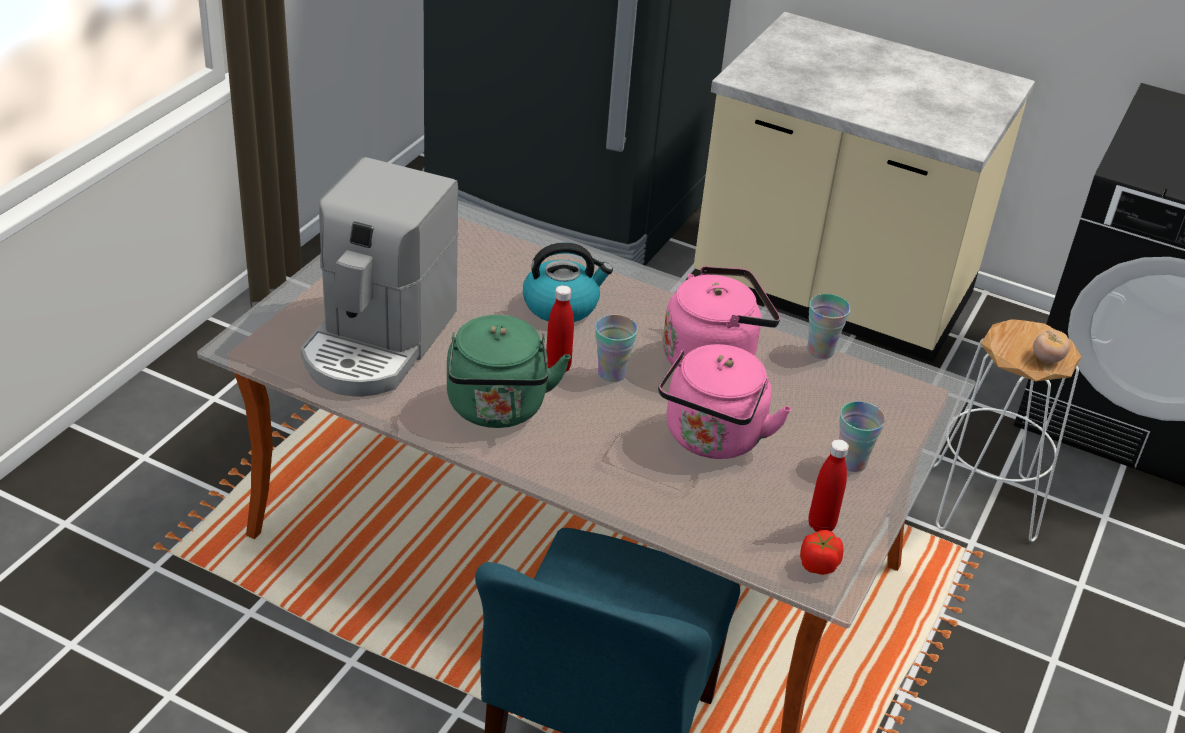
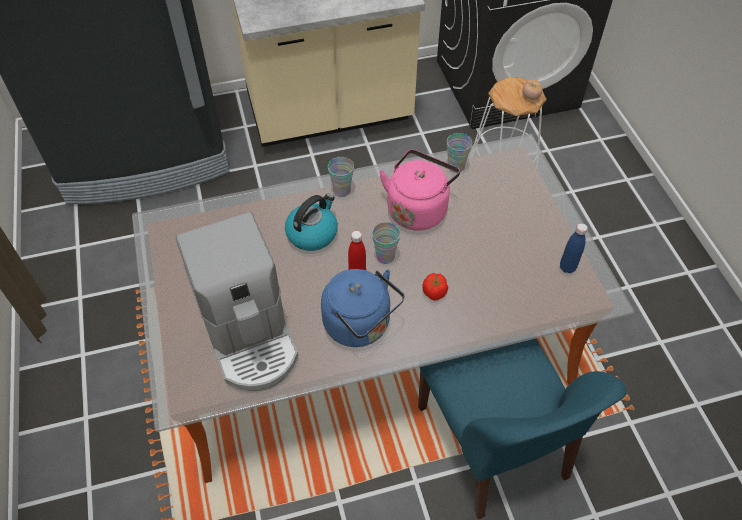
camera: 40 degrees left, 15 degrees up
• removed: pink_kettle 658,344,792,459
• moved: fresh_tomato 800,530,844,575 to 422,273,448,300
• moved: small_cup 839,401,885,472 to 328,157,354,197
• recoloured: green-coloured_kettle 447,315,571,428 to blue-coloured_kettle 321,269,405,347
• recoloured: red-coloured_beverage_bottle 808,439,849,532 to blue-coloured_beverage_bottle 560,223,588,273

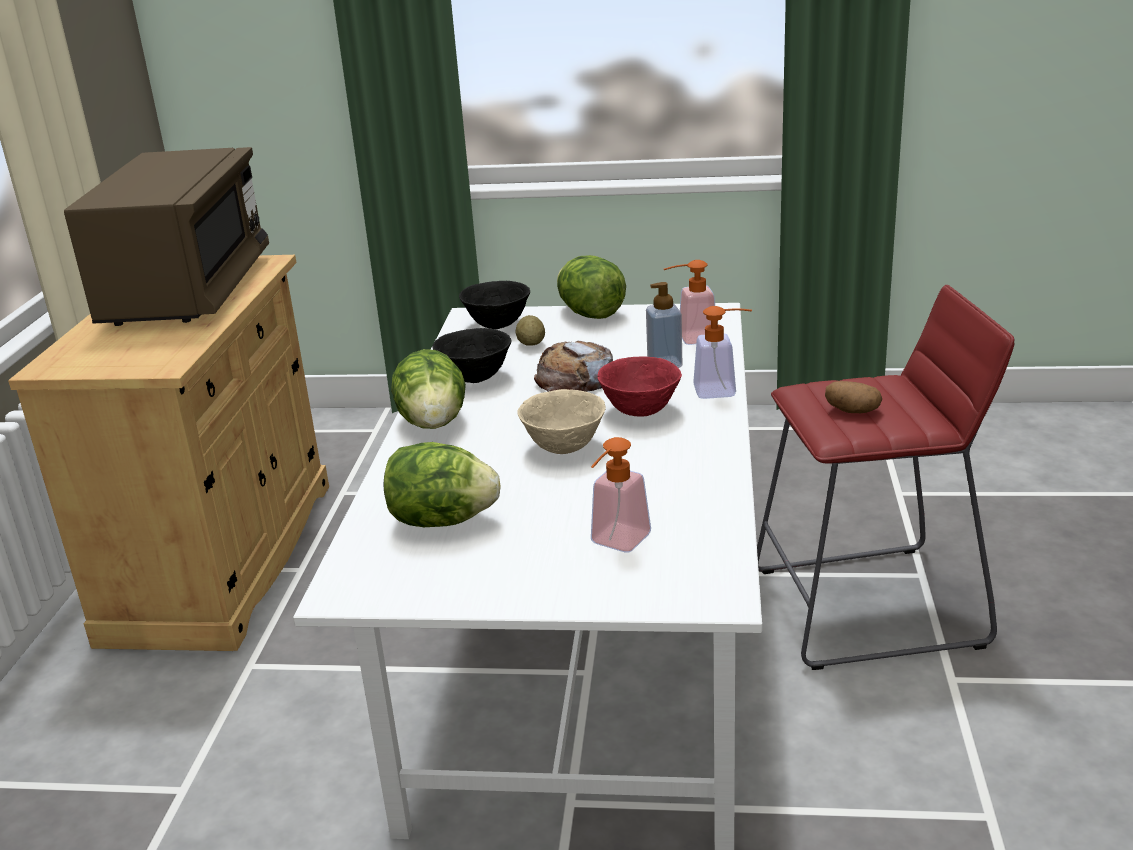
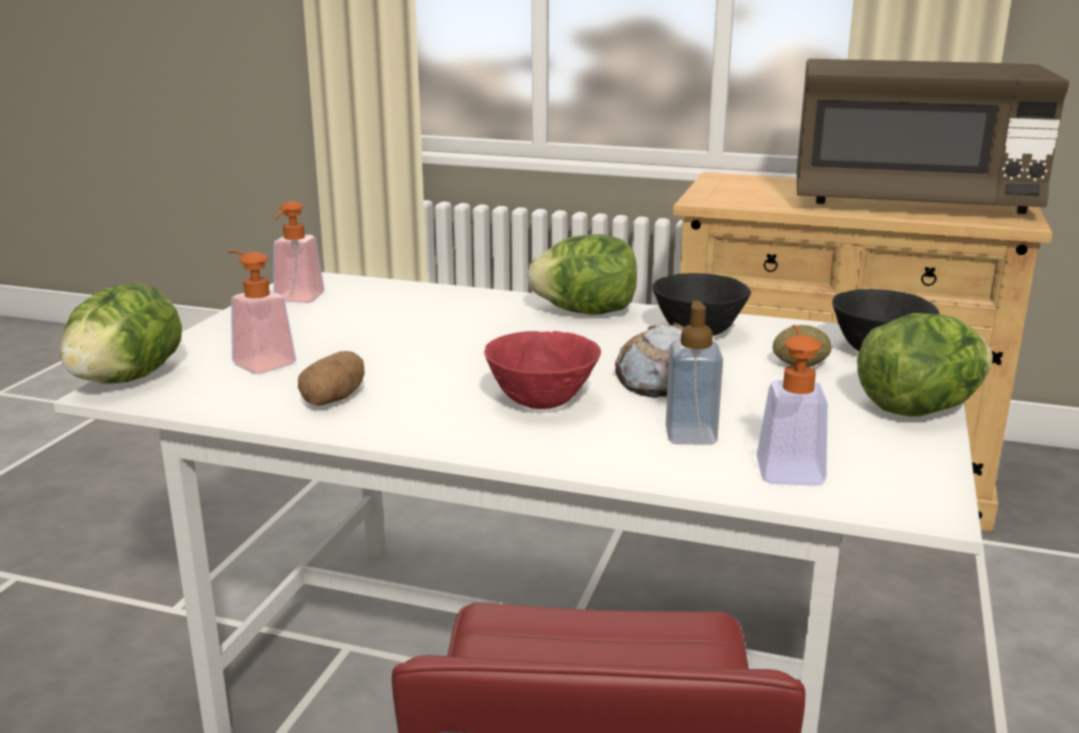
camera: 100 degrees right, 5 degrees down
• removed: sand-coloured_deep_dish 517,389,606,454
• moved: head_of_lettuce 384,442,501,527 to 60,284,182,384
• moved: liquid_soap_bottle 693,306,752,399 to 273,201,325,303
• moved: spud 825,381,882,413 to 298,351,365,406

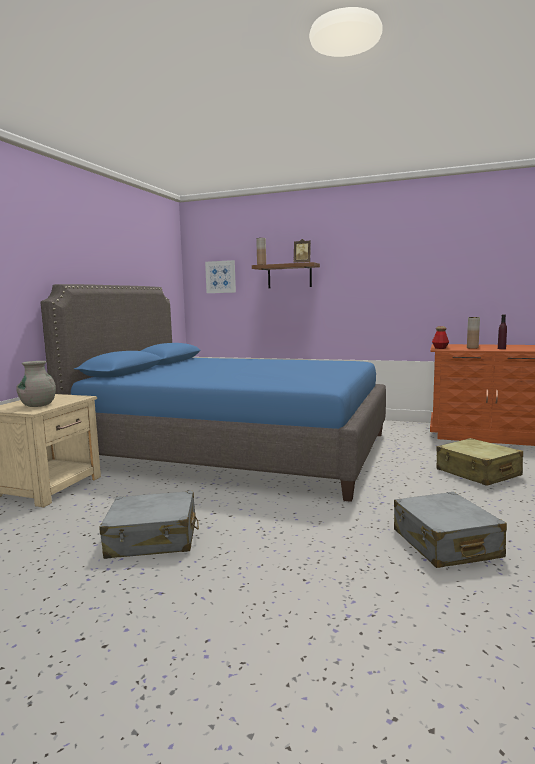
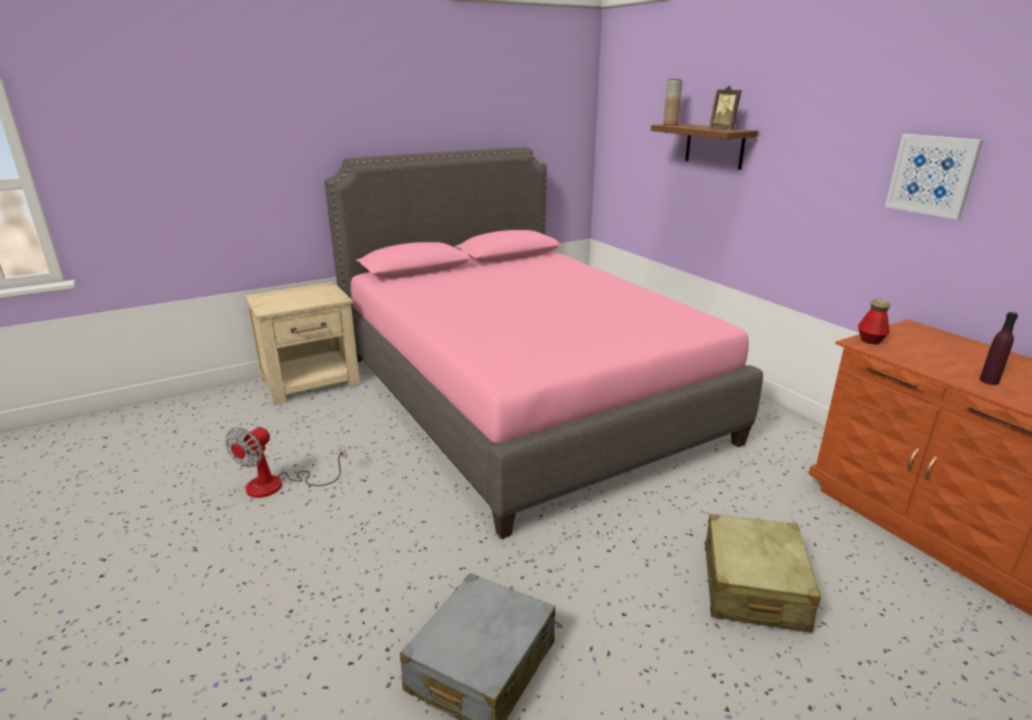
camera: 40 degrees right, 15 degrees up
• removed: grey_decorative_vase 16,361,56,407
• removed: brown-coloured_decorative_vase 467,317,480,349
• moved: wall_picture 205,260,236,293 to 885,134,983,220
• replaced: grey_suitcase 100,491,199,559 to cooling_fan 225,426,347,498
• recoloured: blue-coloured_bed 40,284,386,502 to pink_bed 324,147,763,539

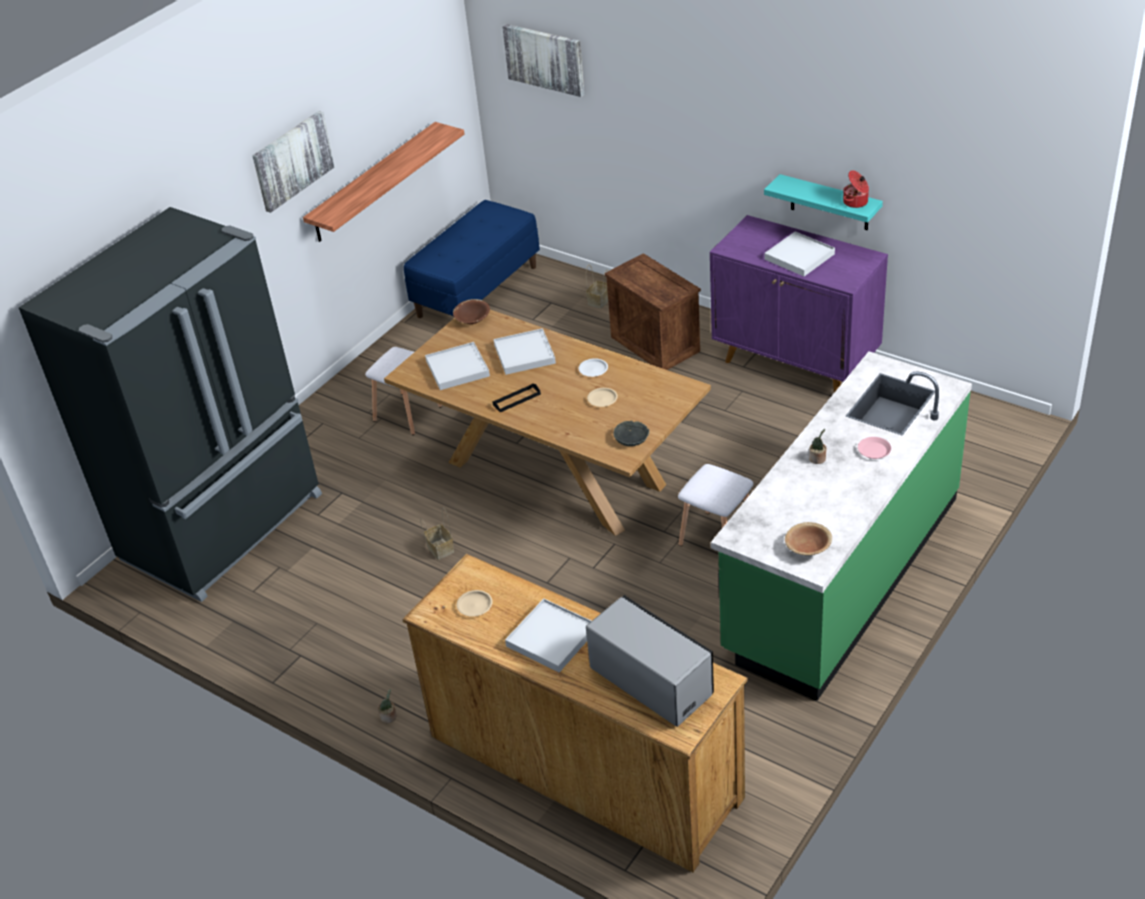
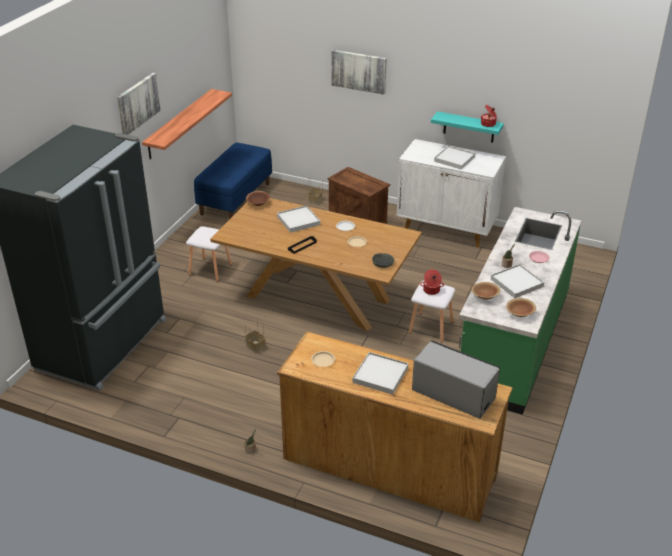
camera: 15 degrees left, 5 degrees down
• added: stockpot 420,269,444,295
• added: brown-coloured_deep_dish 472,282,500,300
• moved: white-coloured_tray 425,342,490,390 to 491,264,544,298
• moved: wall_picture 502,24,584,97 to 331,50,387,95
• recoloured: purple_cabinet 710,215,888,393 to white-coloured_cabinet 397,139,506,247

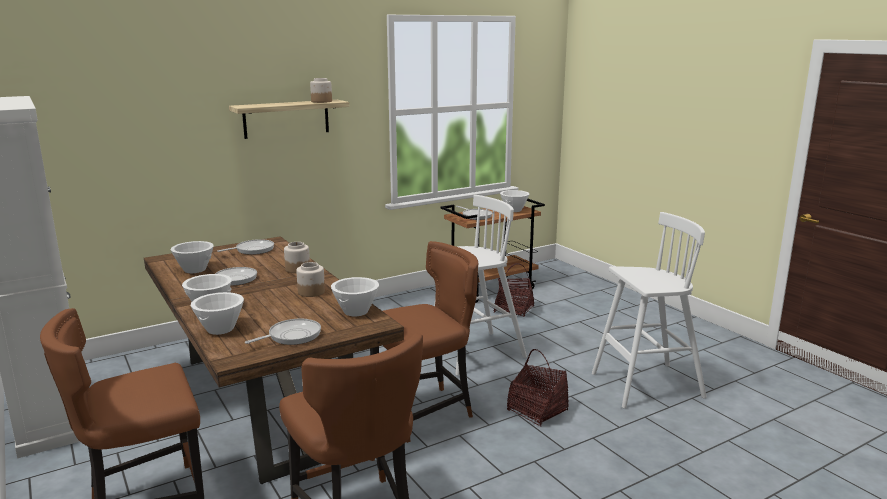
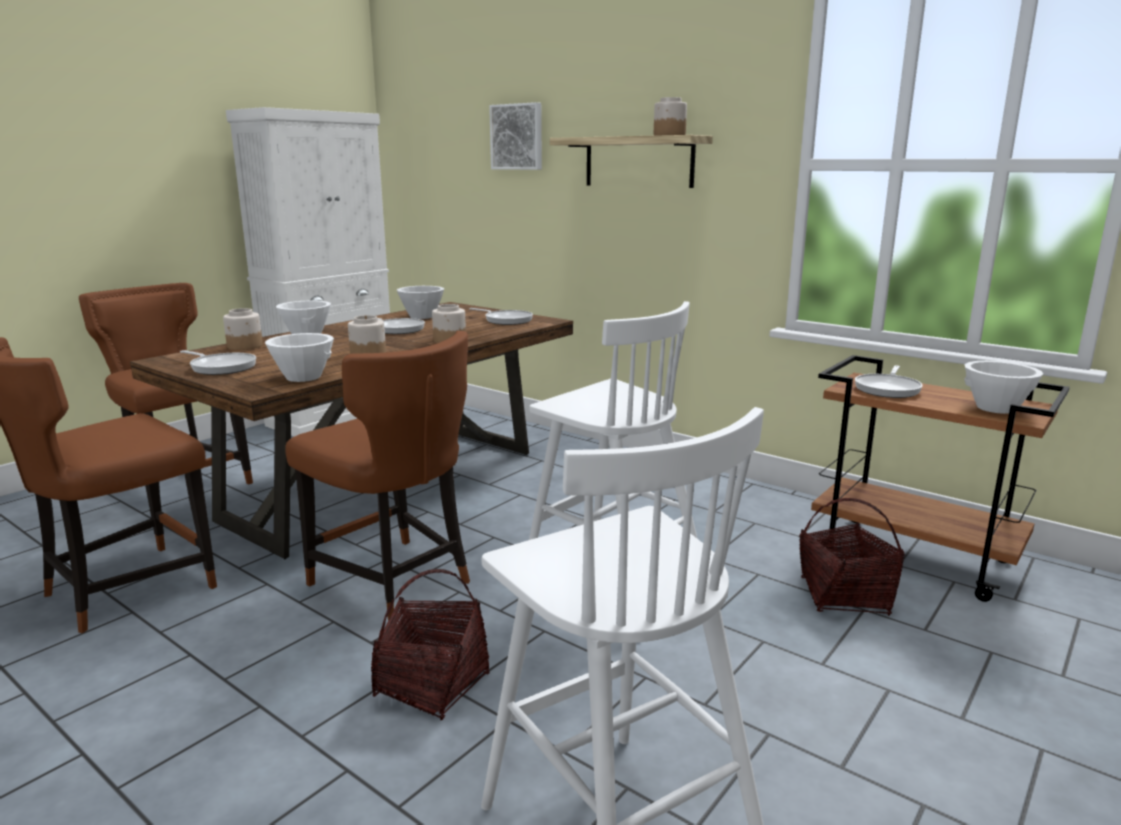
camera: 70 degrees right, 0 degrees up
• added: wall_picture 489,102,542,170
• replaced: white-coloured_deep_dish 191,292,244,335 to jar 223,308,263,350

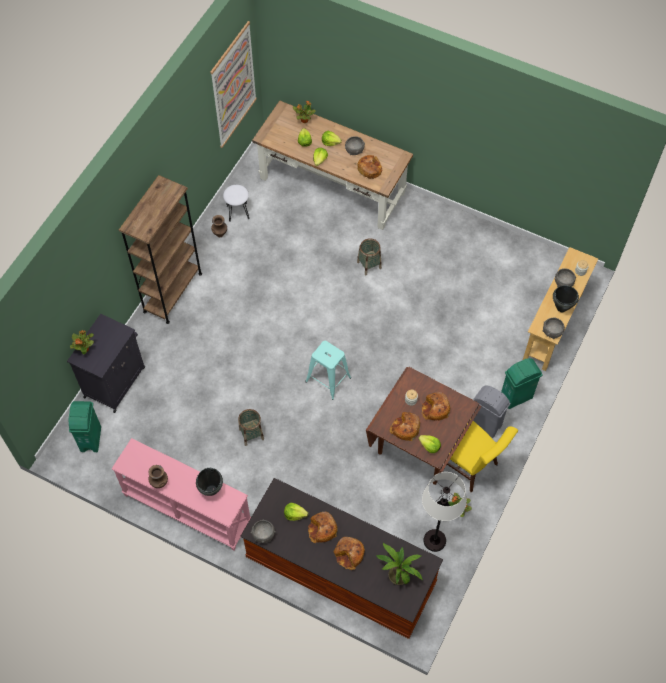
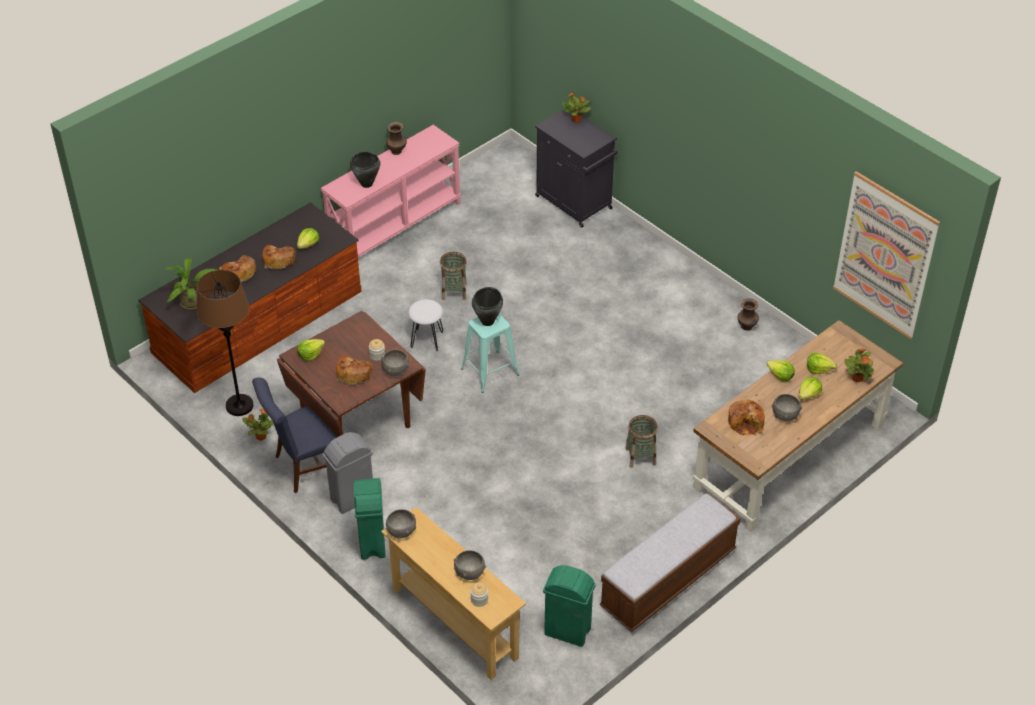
camera: 110 degrees right, 15 degrees down
• removed: brown-coloured_shelving_unit 119,175,202,324
• removed: bread 389,412,420,441
• added: long_seat 600,493,740,632
• moved: green-coloured_trash_can 69,401,101,452 to 543,565,596,647
• moved: white-coloured_sitting_stool 223,185,249,222 to 408,299,443,351
• moved: grey_deep_dish 250,519,276,543 to 381,350,409,376
• moved: blackish_stockpot 553,285,579,312 to 472,287,503,326
• recoloured: white-coloured_floor_lamp 422,472,467,552 to brown-coloured_floor_lamp 197,270,254,416
• recoloured: yellow-coloured_plain_chair 445,421,518,492 to blue-coloured_plain_chair 252,377,337,494

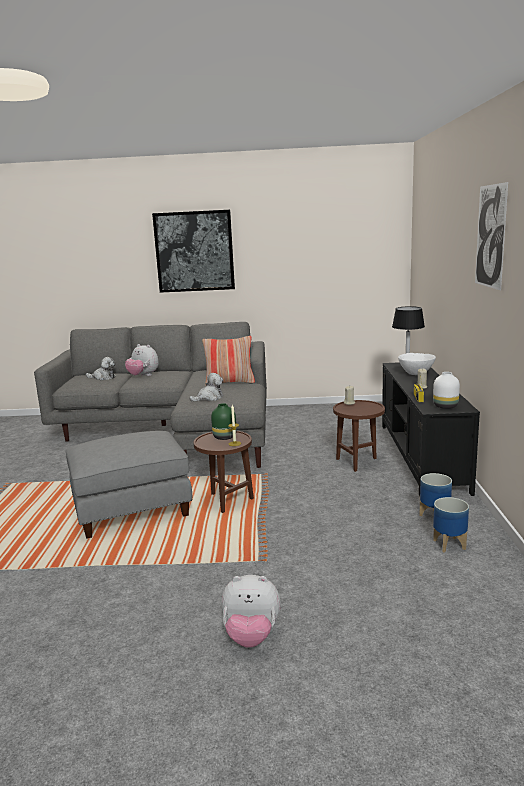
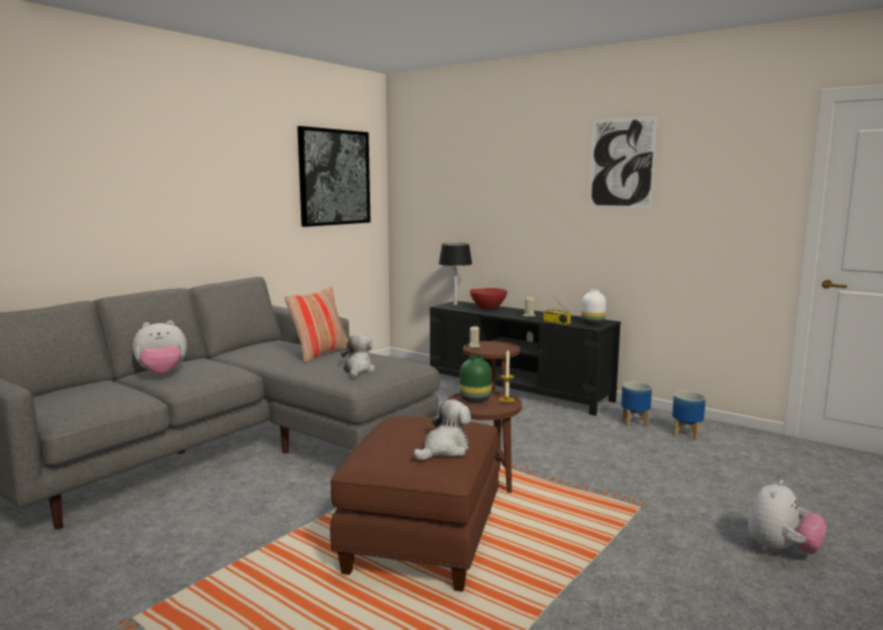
camera: 55 degrees left, 5 degrees down
• moved: soft_toy 86,357,116,380 to 413,400,471,460
• moved: wall_picture 152,210,235,293 to 297,126,370,227
• recoloured: grey_footrest 66,431,192,539 to brown-coloured_footrest 330,416,499,592
• recoloured: white-coloured_deep_dish 398,353,436,375 to red-coloured_deep_dish 470,288,507,310

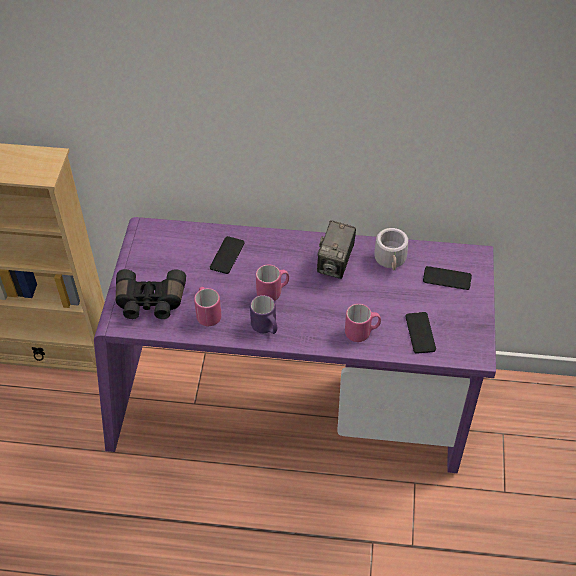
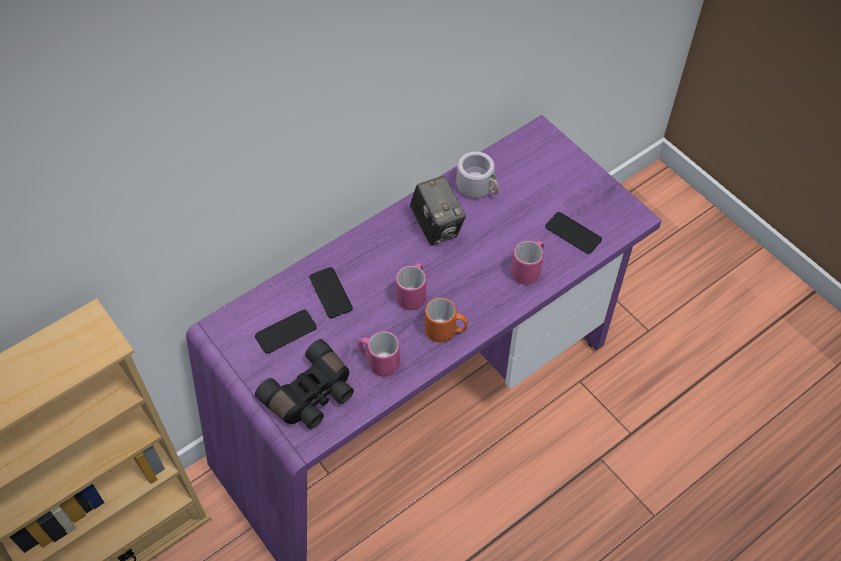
camera: 45 degrees left, 5 degrees up
• moved: handset 423,266,472,290 to 255,310,317,354
• recoloured: purple_mug 250,295,277,334 to orangey_mug 425,298,468,342

